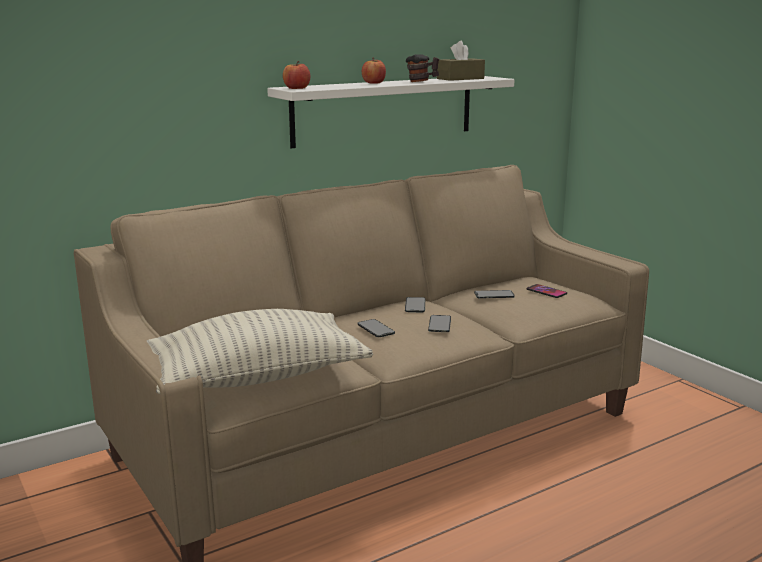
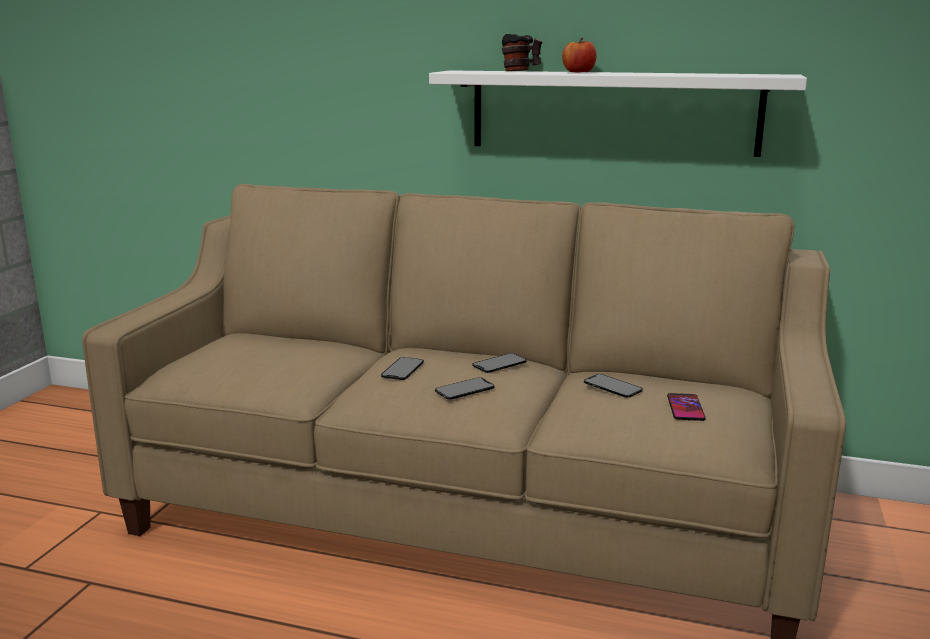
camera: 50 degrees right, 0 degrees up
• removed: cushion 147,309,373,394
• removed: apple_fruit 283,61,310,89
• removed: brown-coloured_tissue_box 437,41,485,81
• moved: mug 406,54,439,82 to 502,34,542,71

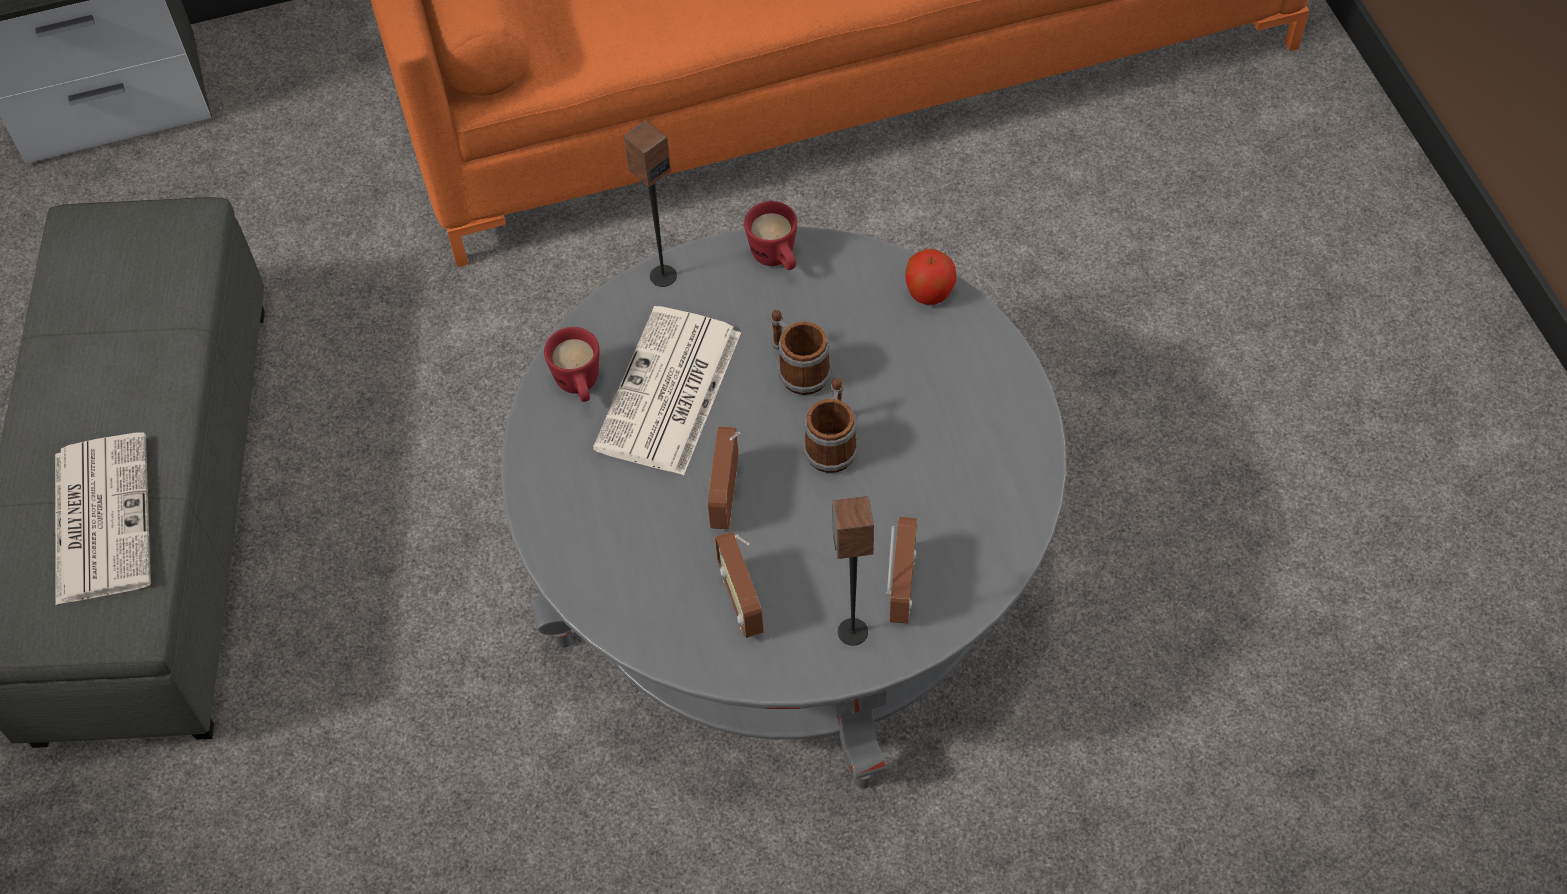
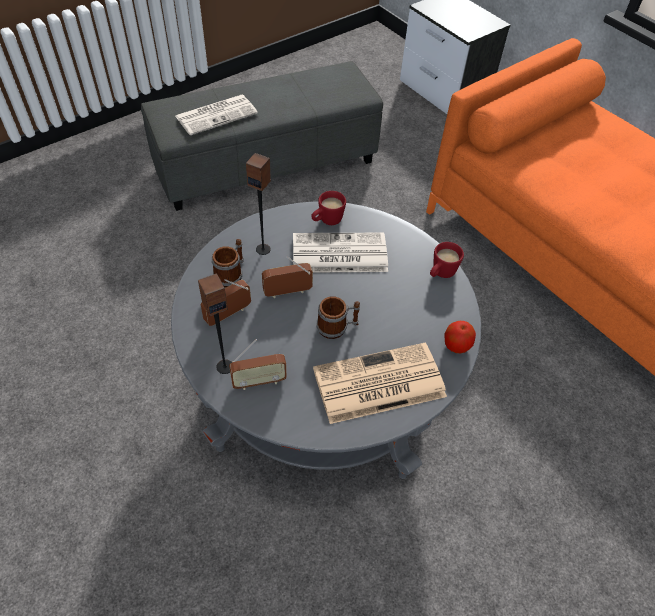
camera: 65 degrees right, 5 degrees down
• added: daily_paper 313,343,447,424
• moved: speaker 624,120,677,287 to 246,153,271,255
• moved: mug 771,310,832,395 to 212,239,244,288

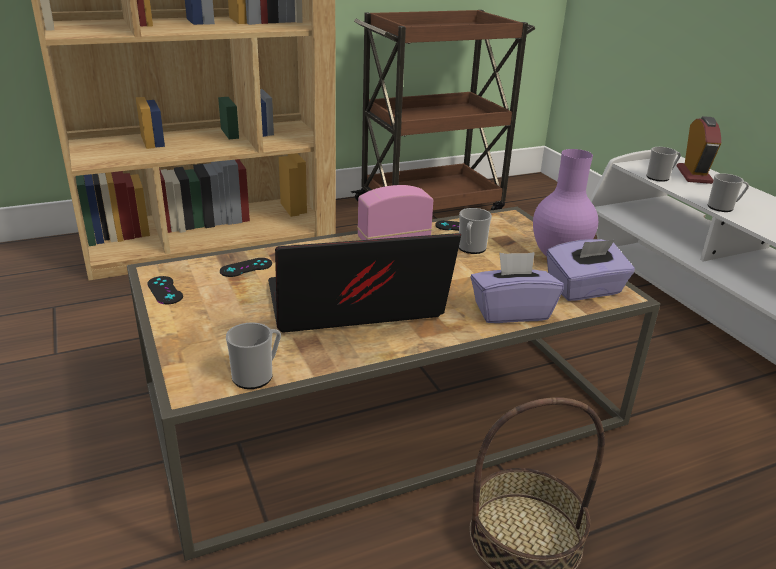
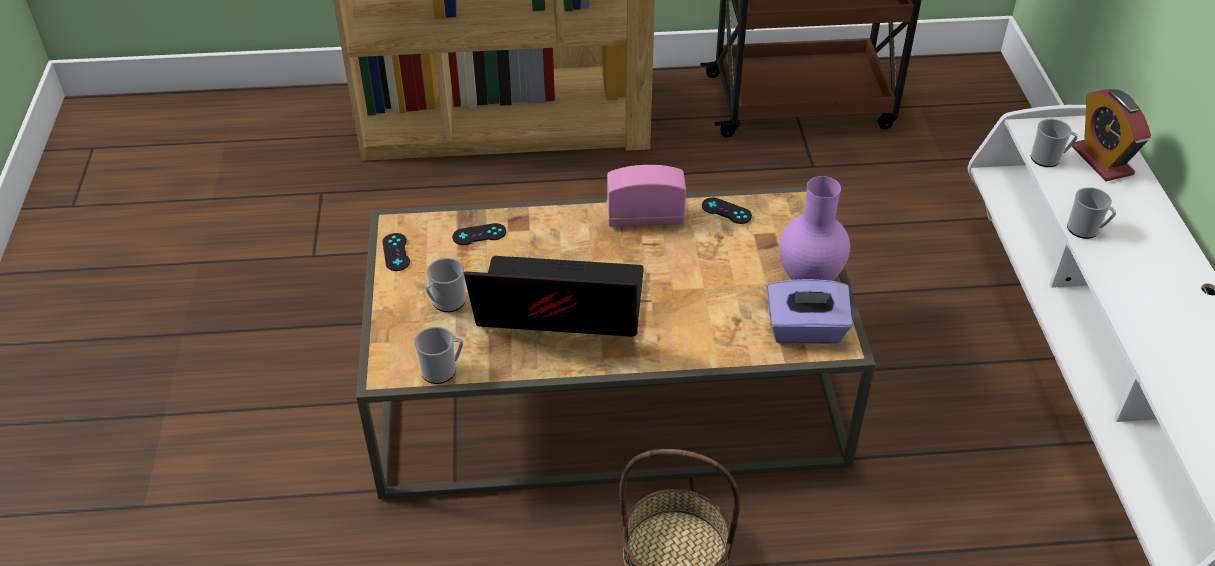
camera: 20 degrees right, 15 degrees up
• removed: purple_tissue_box 471,252,564,323
• moved: mug 459,208,492,254 to 425,258,466,312
• turned: table_clock 676,116,721,184 = 1072,89,1151,181 135 degrees clockwise

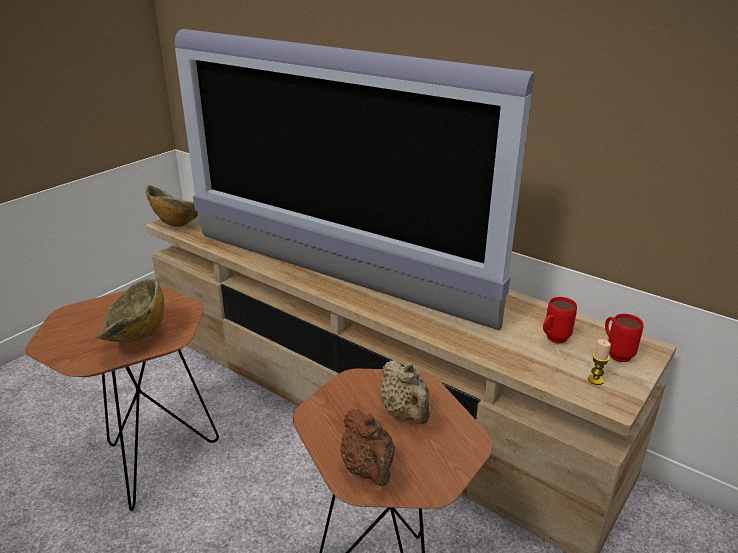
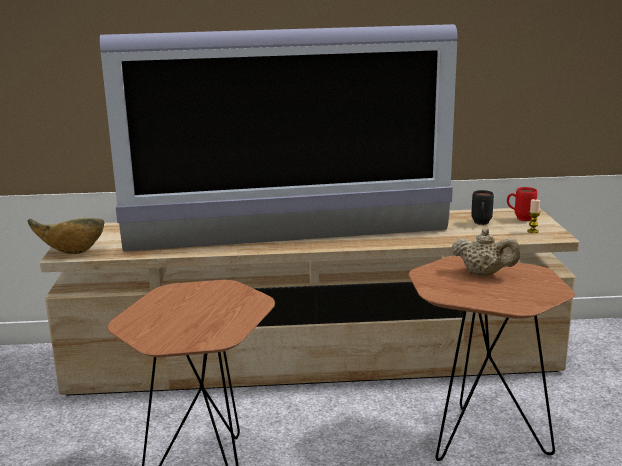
camera: 40 degrees left, 10 degrees down
• removed: deep_dish 95,279,164,342
• removed: brown-coloured_tea_pot 340,409,395,486
• recoloured: red-coloured_mug 543,297,577,343 to blackish_mug 471,190,494,225

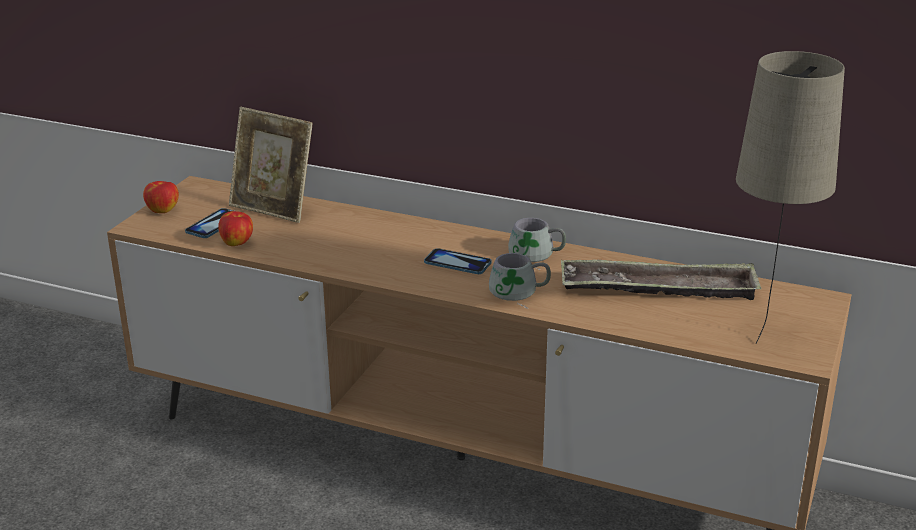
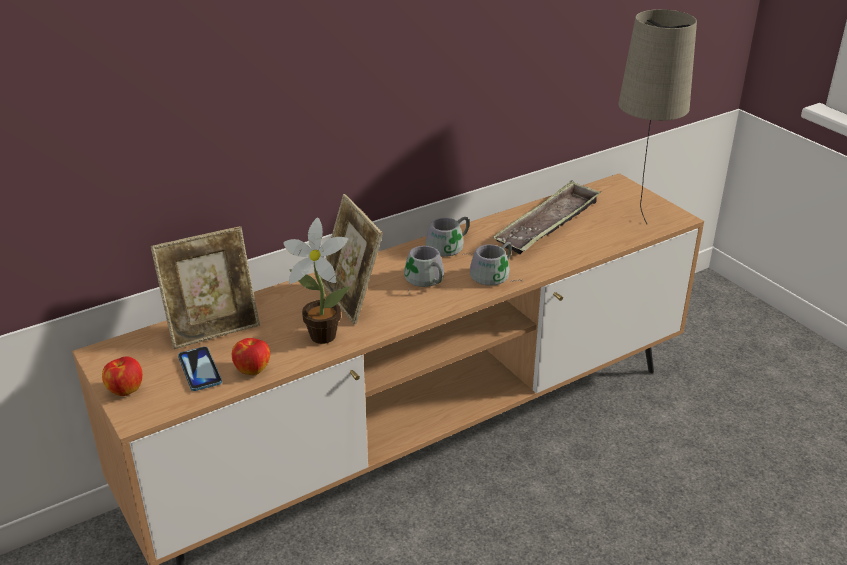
camera: 55 degrees left, 5 degrees up
• added: plant_in_a_pot 283,217,350,344
• added: picture_frame 321,194,383,324
• replaced: handset 424,248,492,274 to grey_mug 404,246,444,294

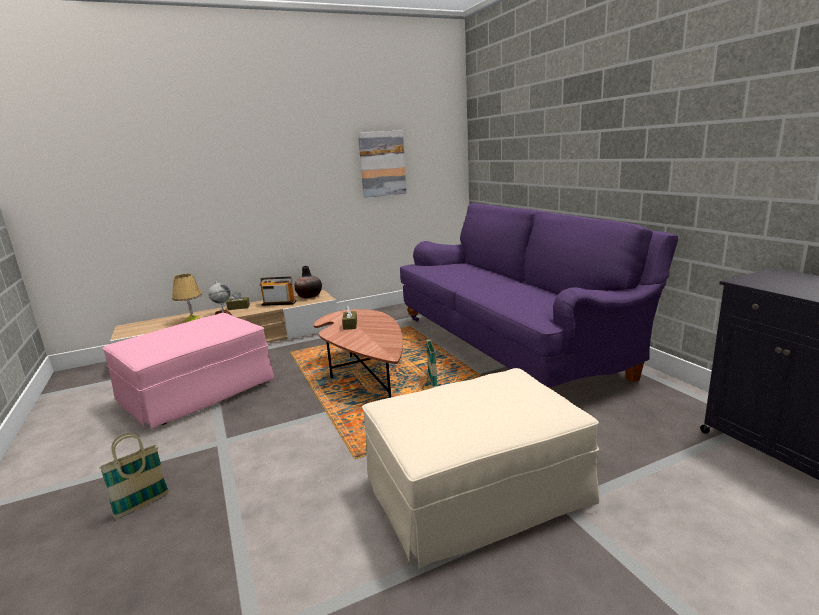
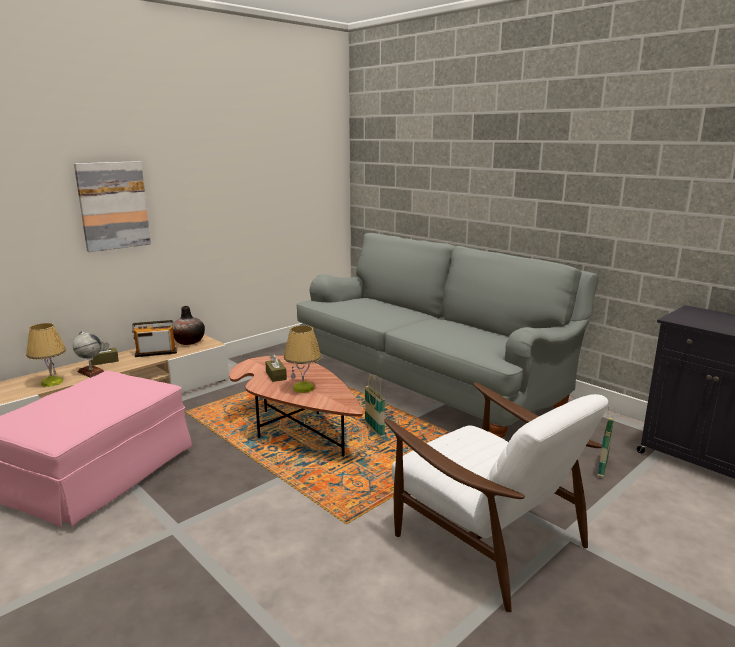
camera: 20 degrees left, 0 degrees up
• added: table_lamp 284,326,322,393
• moved: basket 99,433,169,519 to 598,408,615,478
• moved: wall_picture 358,130,407,198 to 74,161,151,252
• replaced: sand-coloured_footrest 362,368,600,569 to white-coloured_easy_chair 384,382,608,612
• recoloured: purple_settee 400,203,678,389 to grey_settee 297,233,599,438

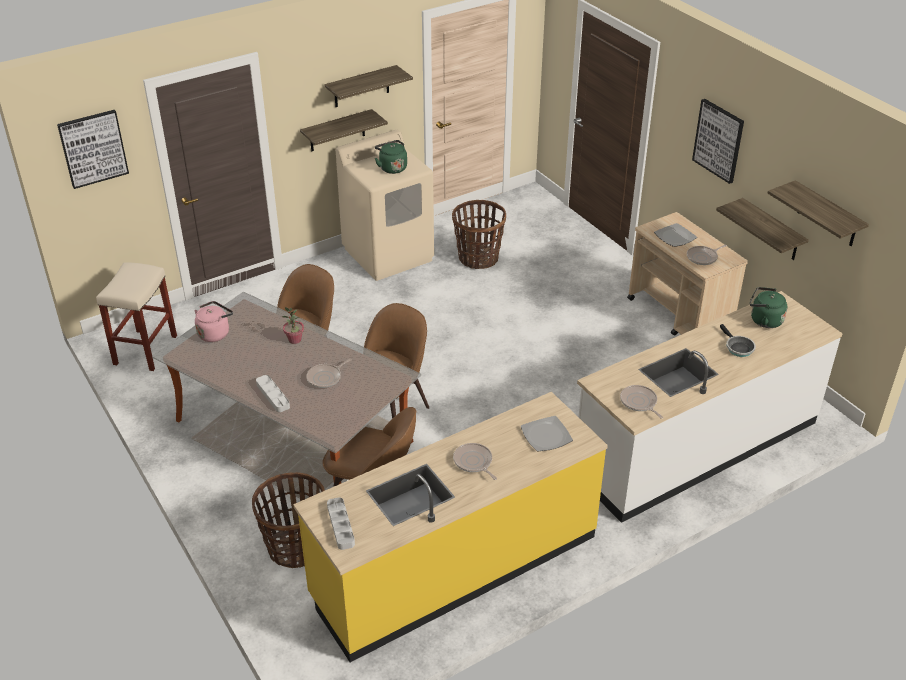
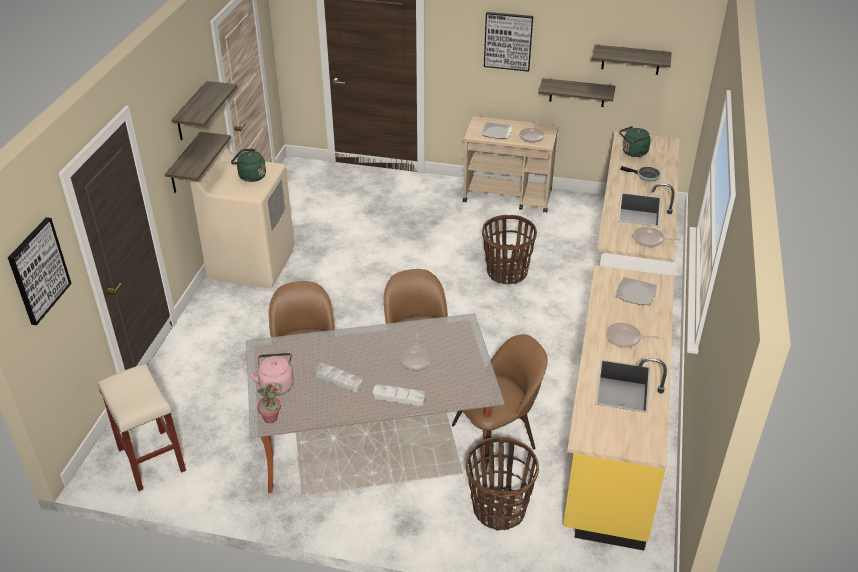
camera: 45 degrees left, 0 degrees up
• moved: plant_in_a_pot 282,307,304,344 to 257,386,281,423
• moved: grey_tray 327,497,355,550 to 314,363,363,392
• moved: basket 452,200,506,269 to 482,215,537,284

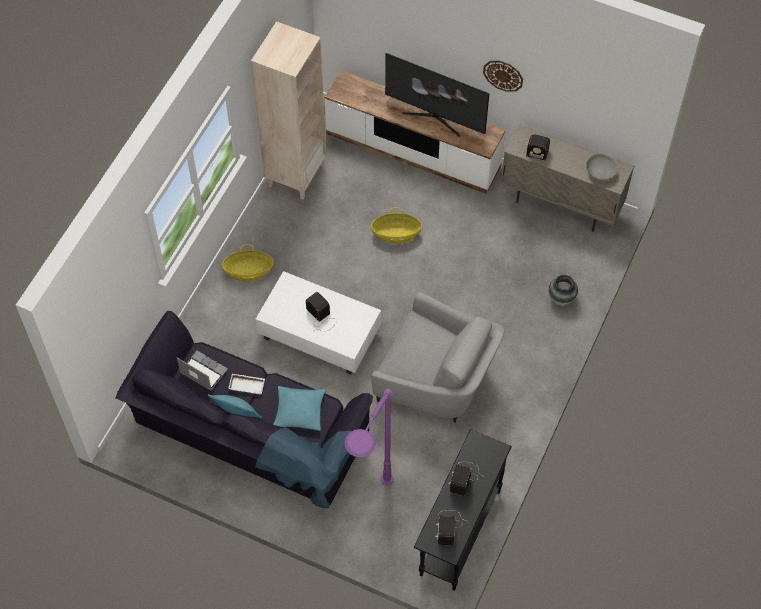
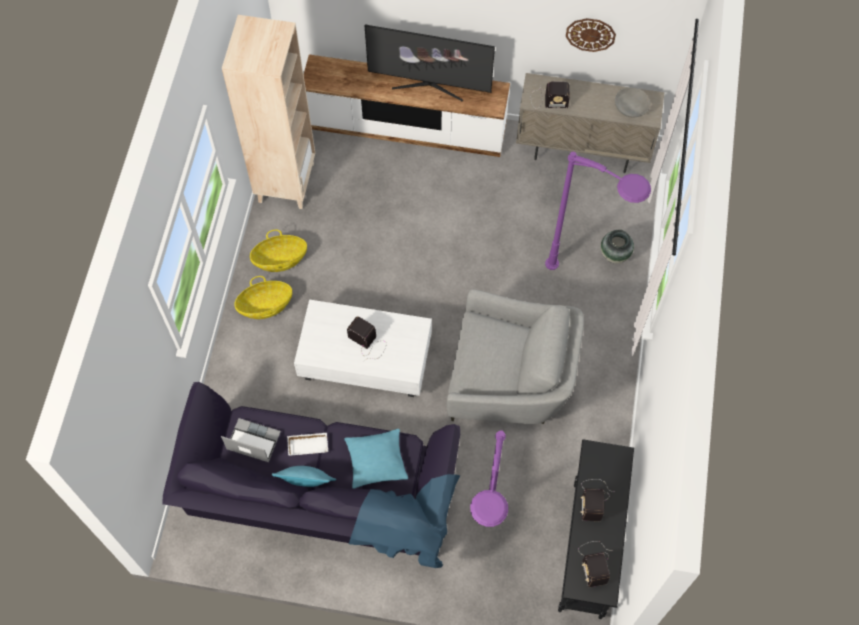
camera: 15 degrees left, 5 degrees up
• added: purple_floor_lamp 545,152,651,270
• moved: basket 371,207,422,244 to 250,230,307,272
• moved: hanging_clock 483,60,523,92 to 566,18,616,52

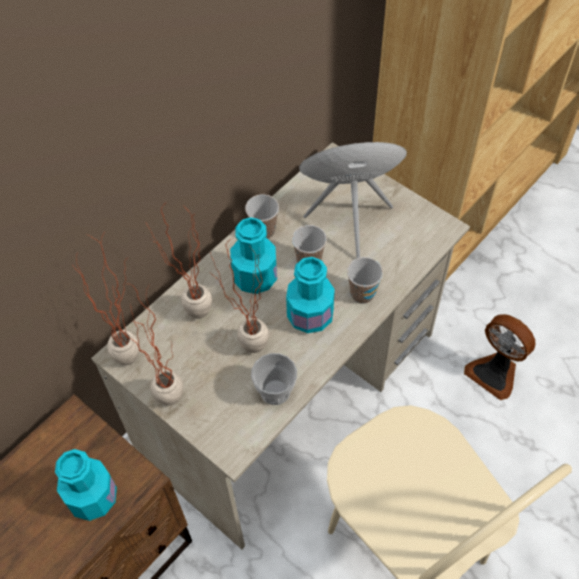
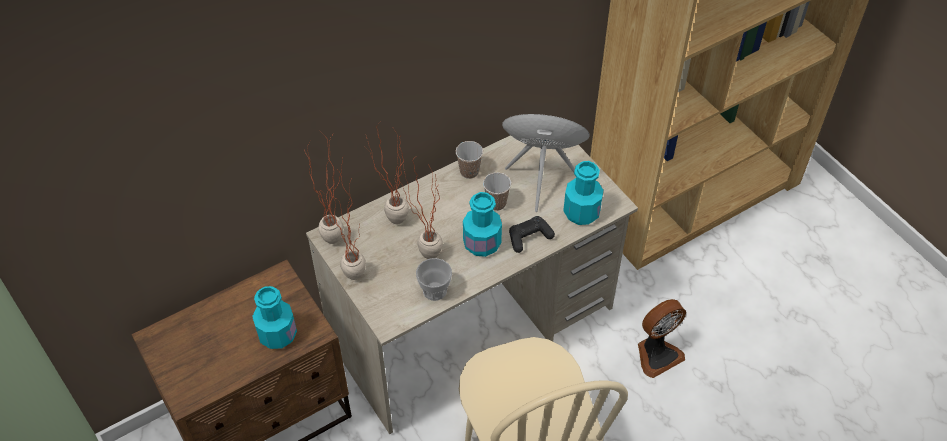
camera: 15 degrees right, 5 degrees down
• moved: blue-green_beverage_bottle 230,217,277,294 to 563,161,603,225
• replaced: small_cup 347,257,383,304 to blackish_game_controller 509,216,555,253
• turned: cooling_fan 464,314,535,400 = 638,299,686,378 90 degrees counterclockwise

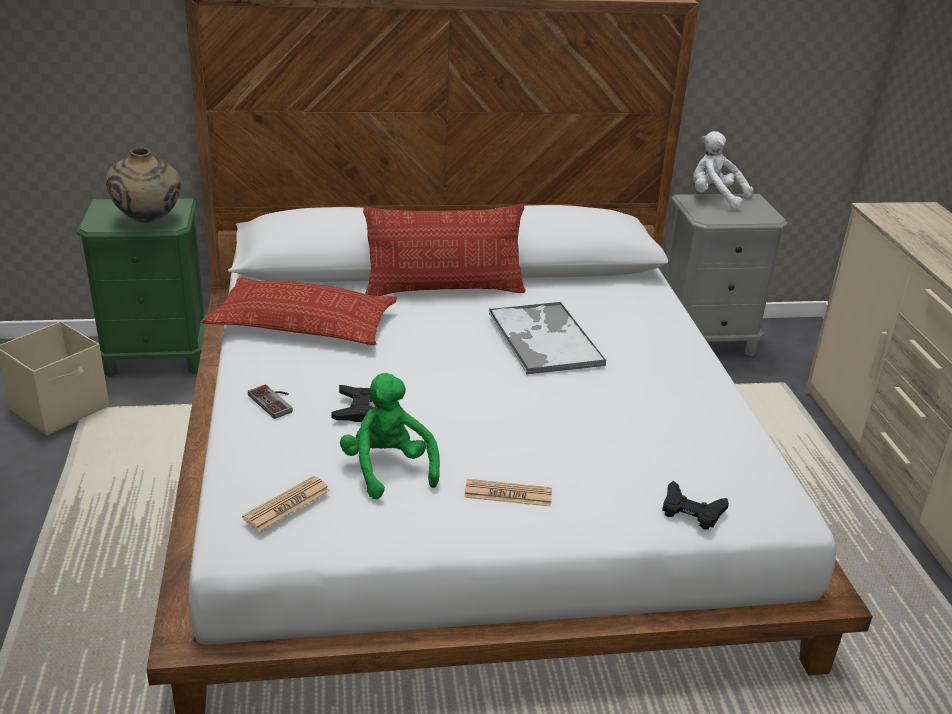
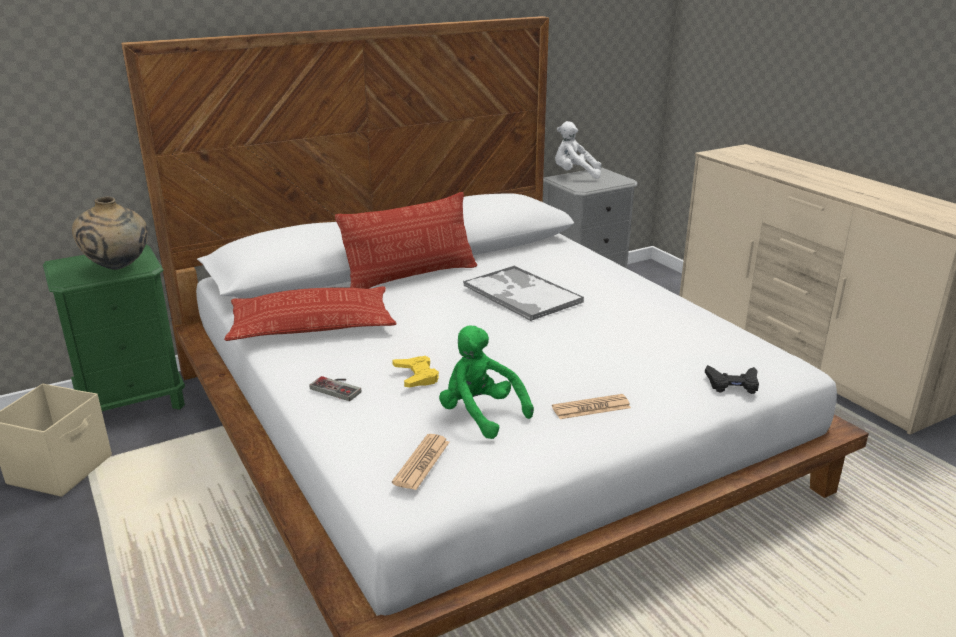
camera: 20 degrees left, 5 degrees down
• recoloured: blackish_game_controller 331,385,373,422 to yellow-coloured_game_controller 392,356,439,387

